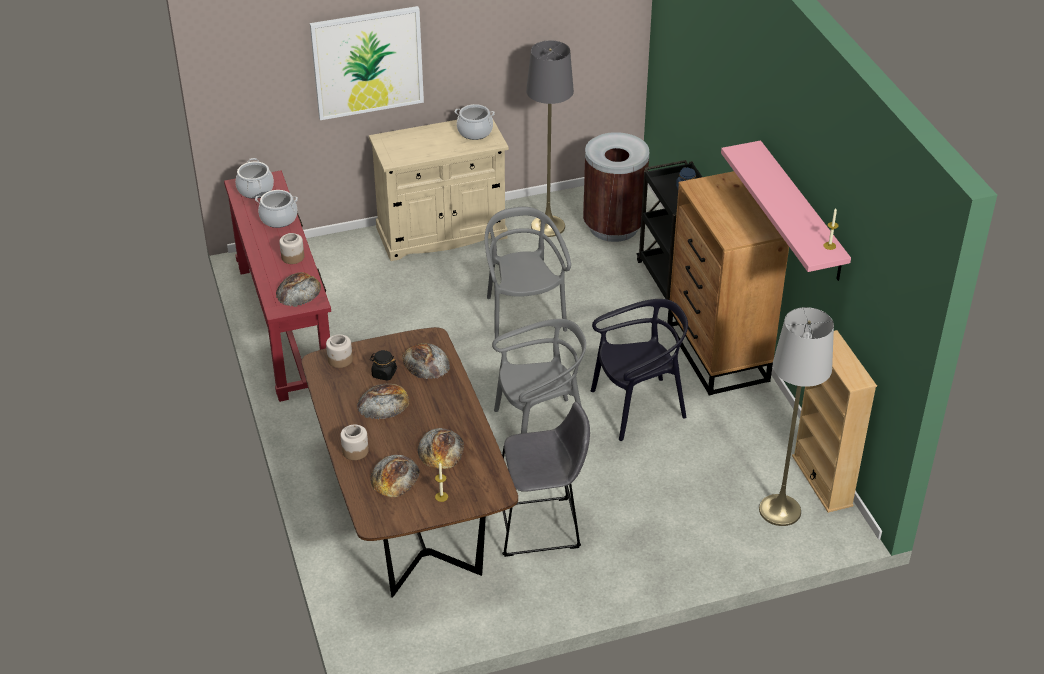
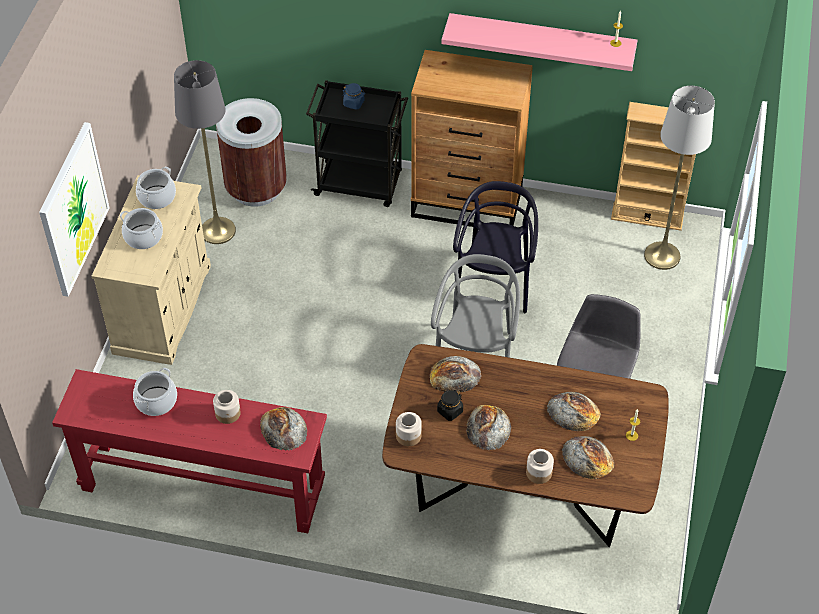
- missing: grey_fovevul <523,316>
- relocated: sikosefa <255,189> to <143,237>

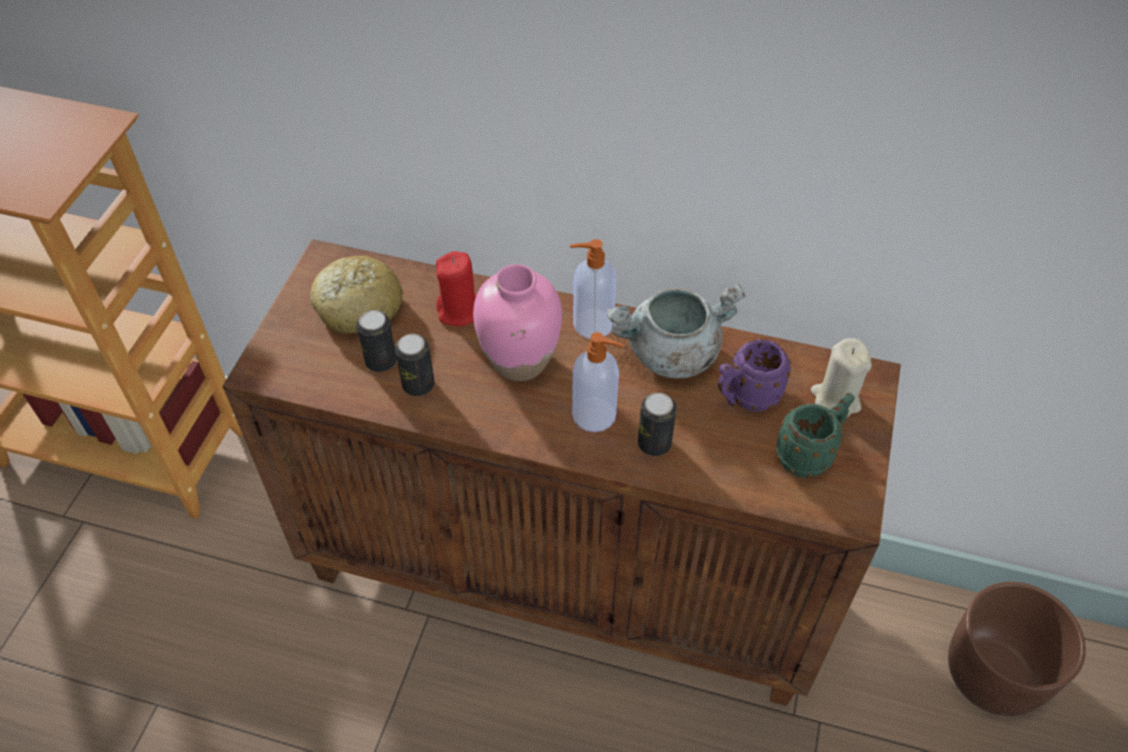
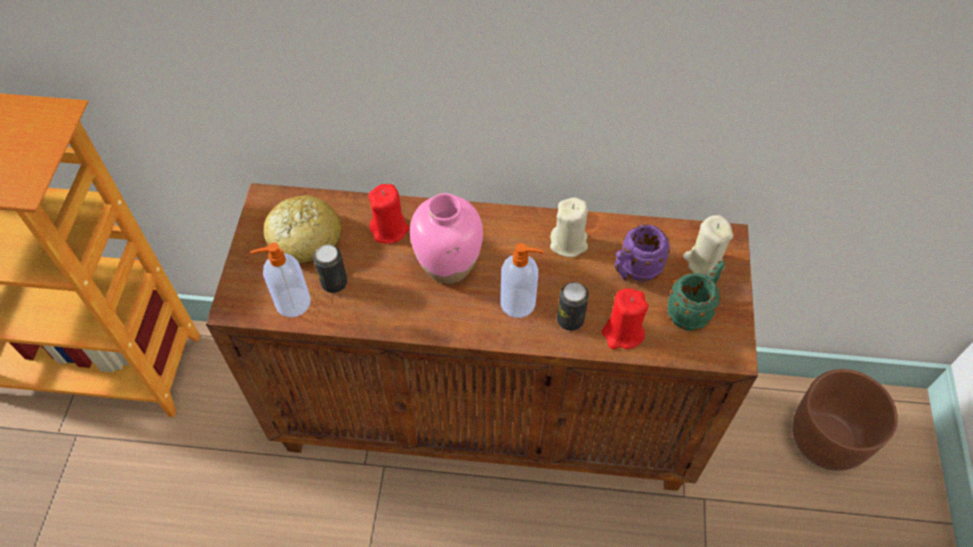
- missing: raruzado <418,385>
- appeared: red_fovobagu <622,333>
- relocated: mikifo <591,324> to <291,303>
- exchanged: grey_sikosefa <671,354> to beige_fovobagu <568,243>

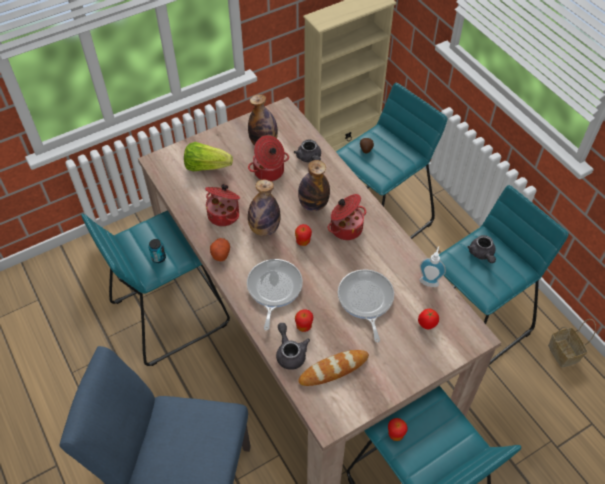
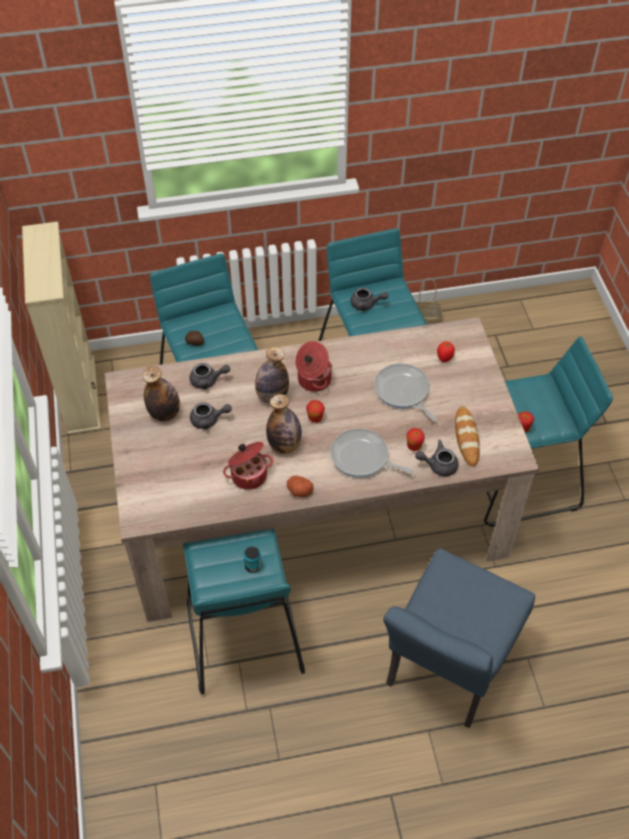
- missing: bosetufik <206,166>
- missing: mikifo <429,280>
- exchanged: sikosefa <269,172> to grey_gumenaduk <209,420>
- spun: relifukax <365,300> = <403,392> 45 degrees clockwise

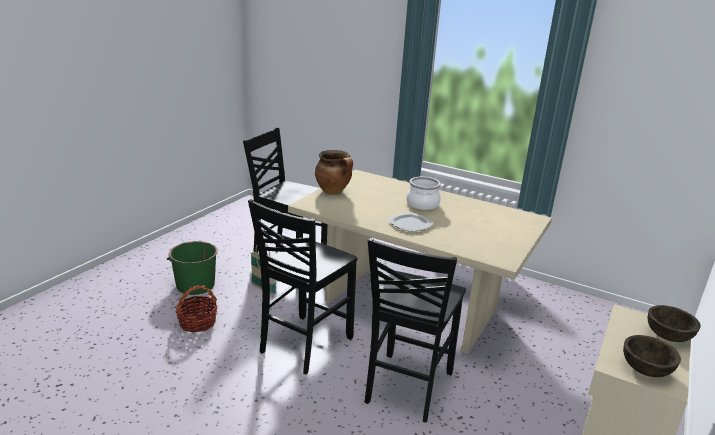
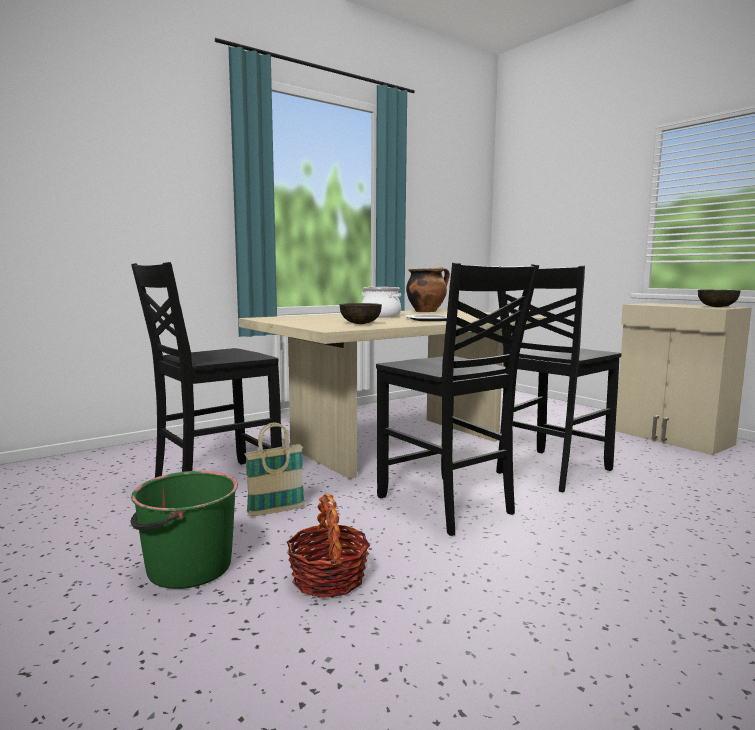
- relocated: sikosefa <333,191> to <426,311>
- relocated: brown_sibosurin <668,336> to <360,323>
- spun: black_fovevul <406,387> = <550,471> 90 degrees clockwise

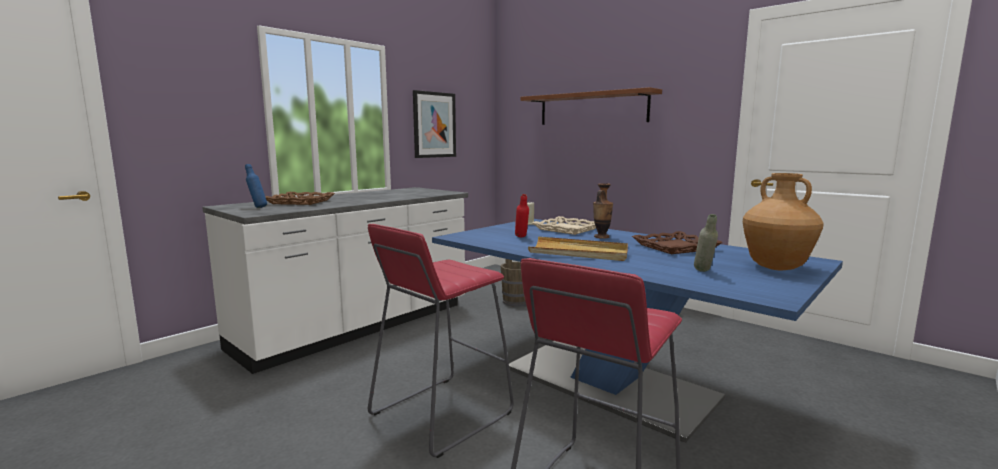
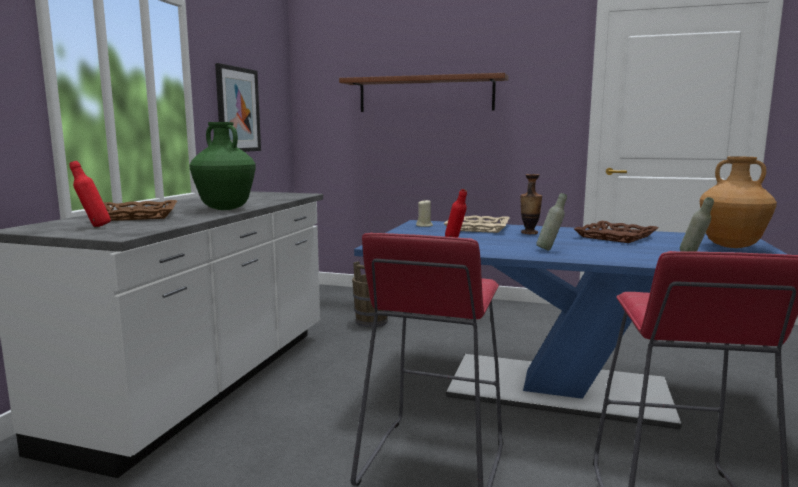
- appeared: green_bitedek <226,209>
- exchanged: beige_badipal <579,253> to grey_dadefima <550,250>
- colour: blue_dadefima <257,207> to red_dadefima <93,227>

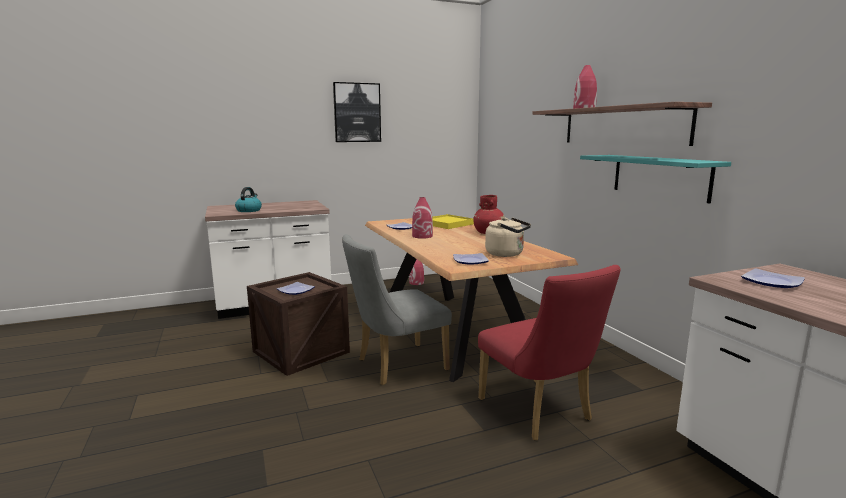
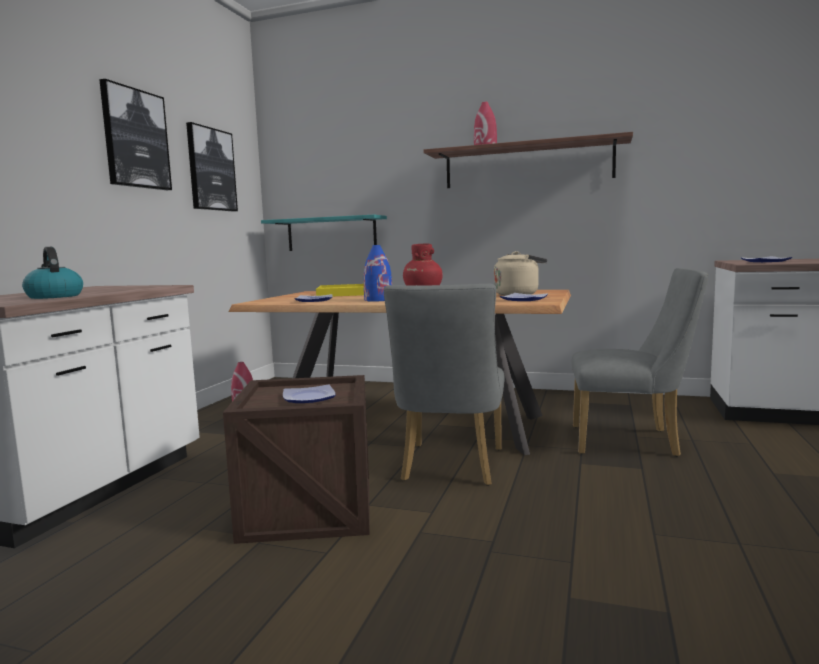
- appeared: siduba <211,169>
- relocated: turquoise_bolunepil <659,177> to <331,234>
- colour: red_bitedek <422,236> to blue_bitedek <378,300>
- colour: red_fovevul <540,413> to grey_fovevul <632,442>

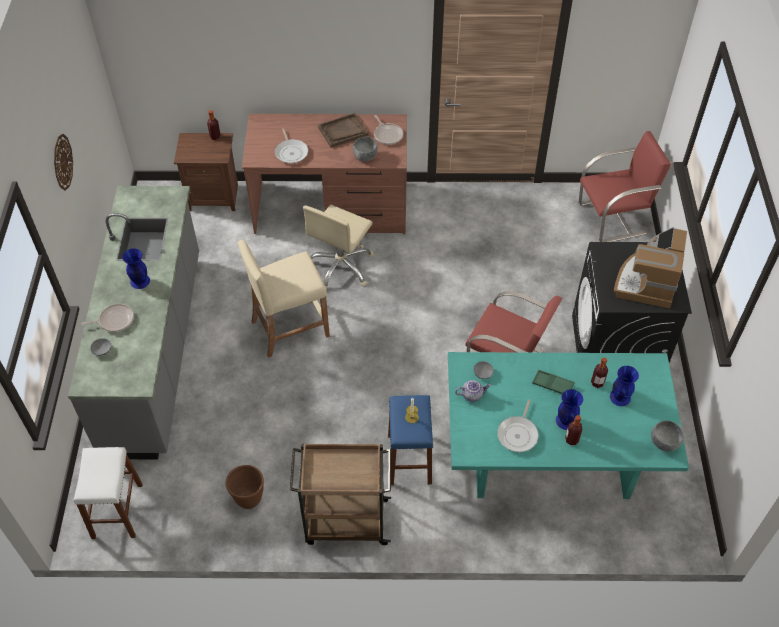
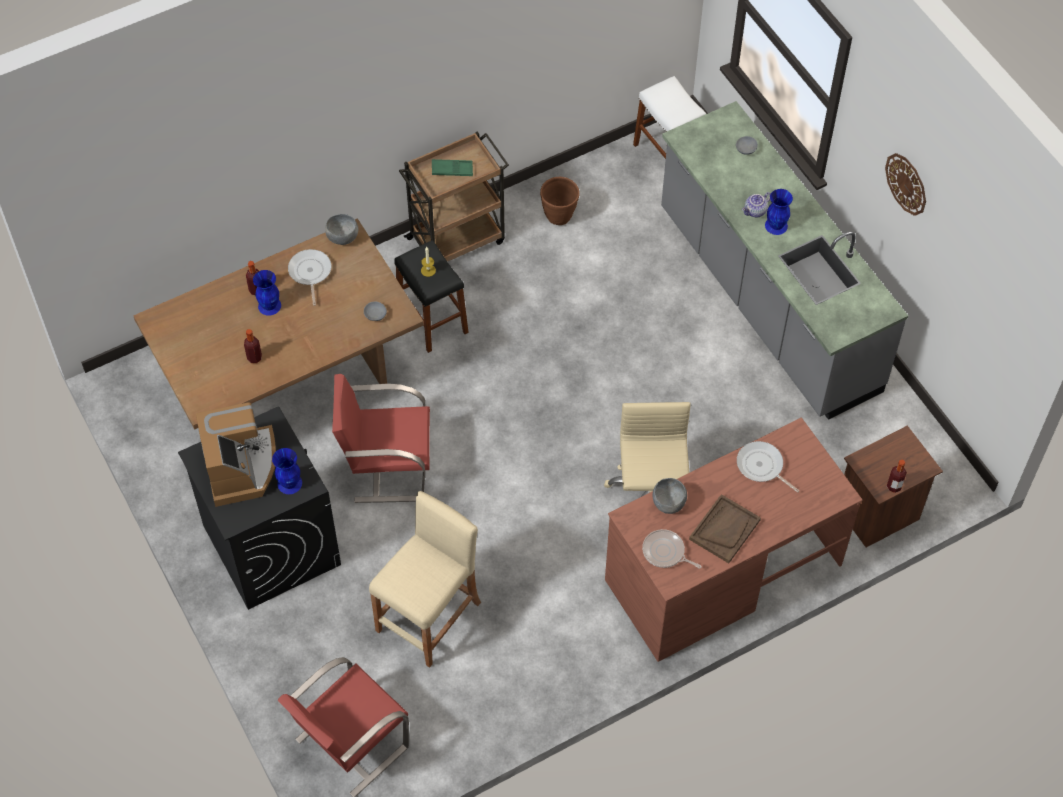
- missing: relifukax <114,320>
- relocated: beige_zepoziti <290,328> to <429,617>
- relocated: gumenaduk <472,394> to <755,211>
- relocated: green_badipal <552,384> to <452,170>
- relocated: blue_bitedek <620,397> to <290,483>
- relocated: grey_sibosurin <664,443> to <343,238>
- colour: blue_zepoziti <409,459> to black_zepoziti <432,320>
- colour: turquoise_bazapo <550,460> to brown_bazapo <290,384>

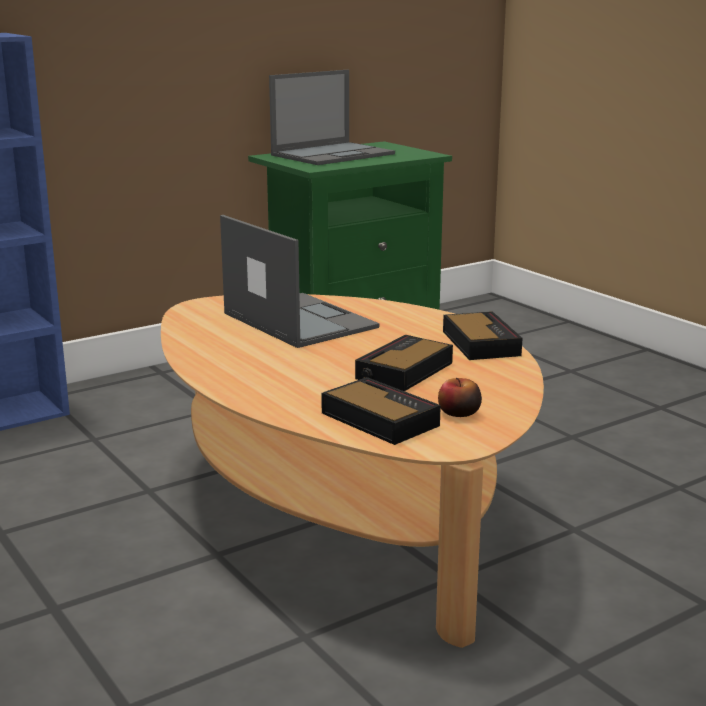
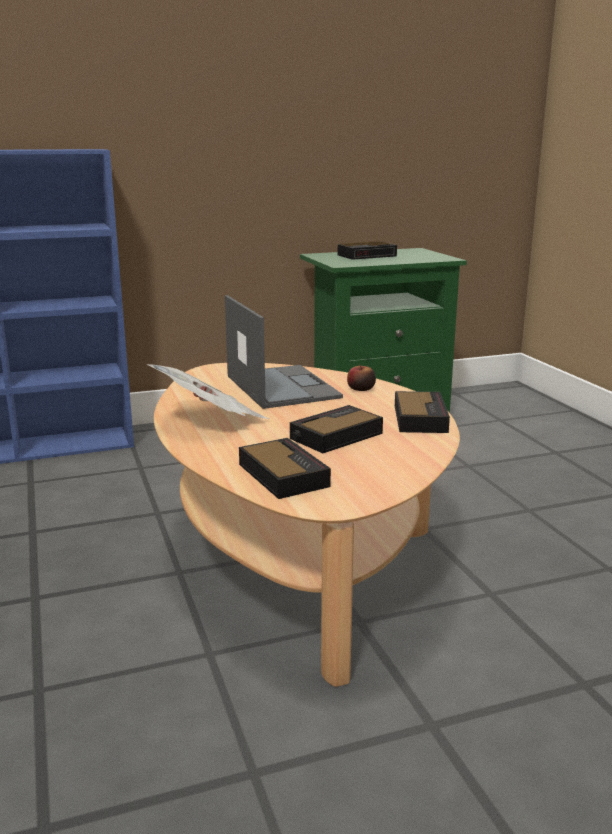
- appeared: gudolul <211,421>
- relocated: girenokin <459,413> to <361,389>
- exchanged: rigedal <333,154> to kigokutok <368,255>

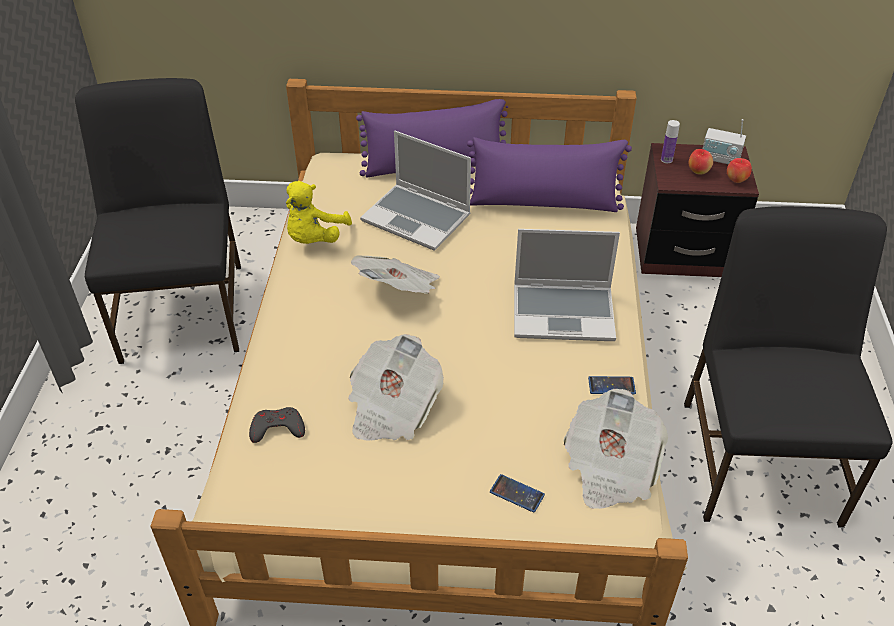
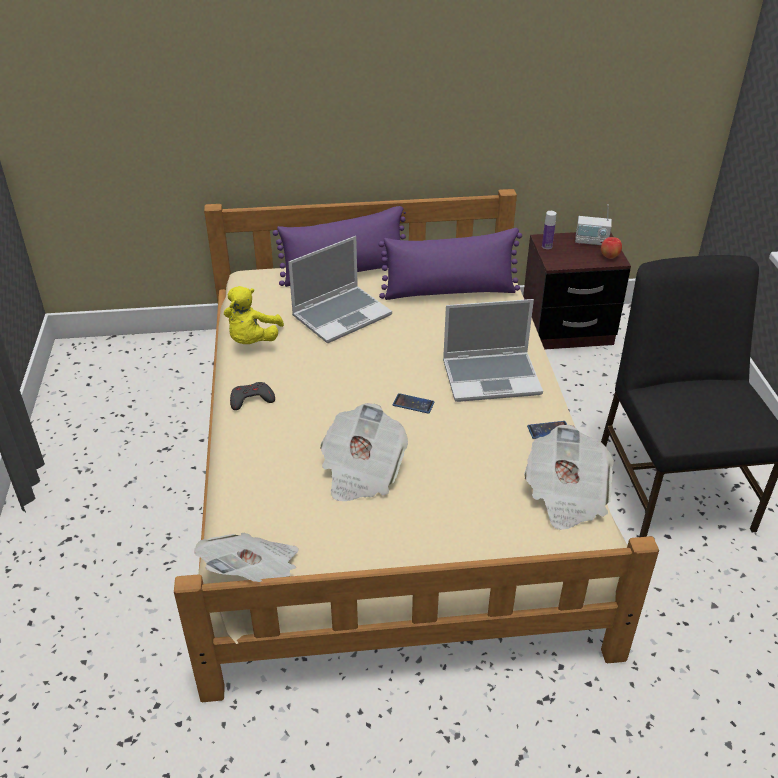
- missing: black_fovevul <184,310>
- missing: girenokin <698,172>
- relocated: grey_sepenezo <277,428> to <251,399>
- relocated: gudolul <399,290> to <254,573>
- relocated: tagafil <517,494> to <413,404>
- spun: rigedal <418,218> = <342,315> 60 degrees counterclockwise

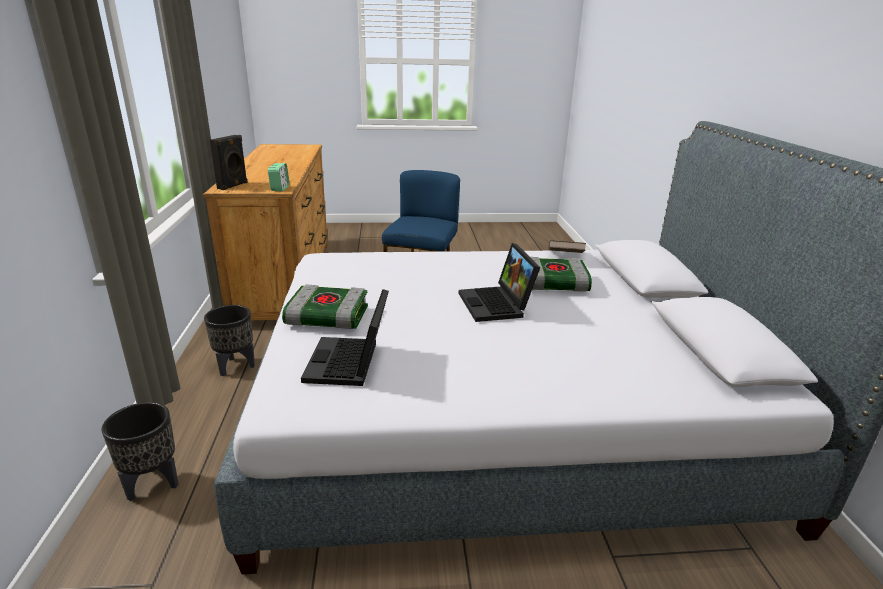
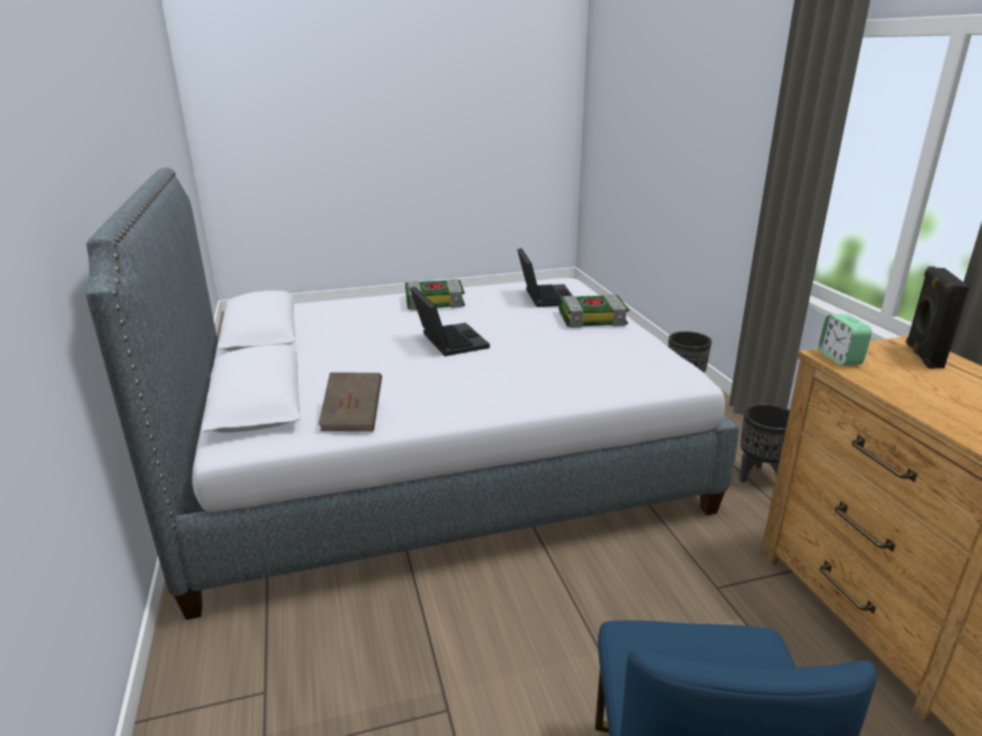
- relocated: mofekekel <553,284> to <435,301>

